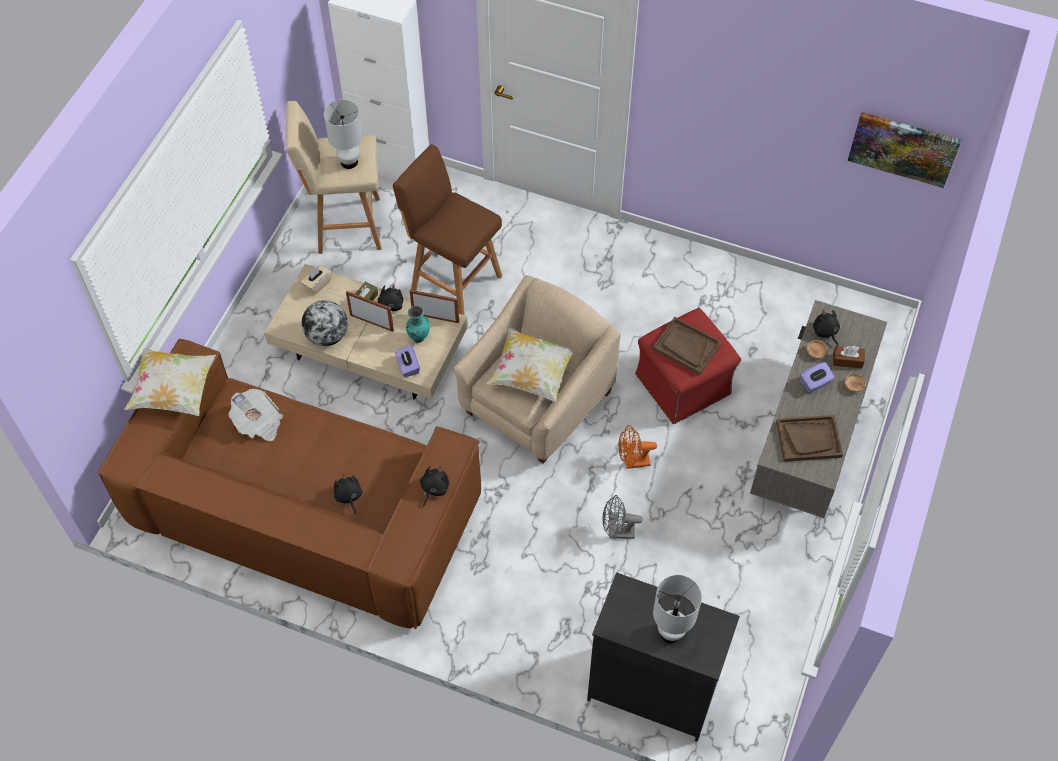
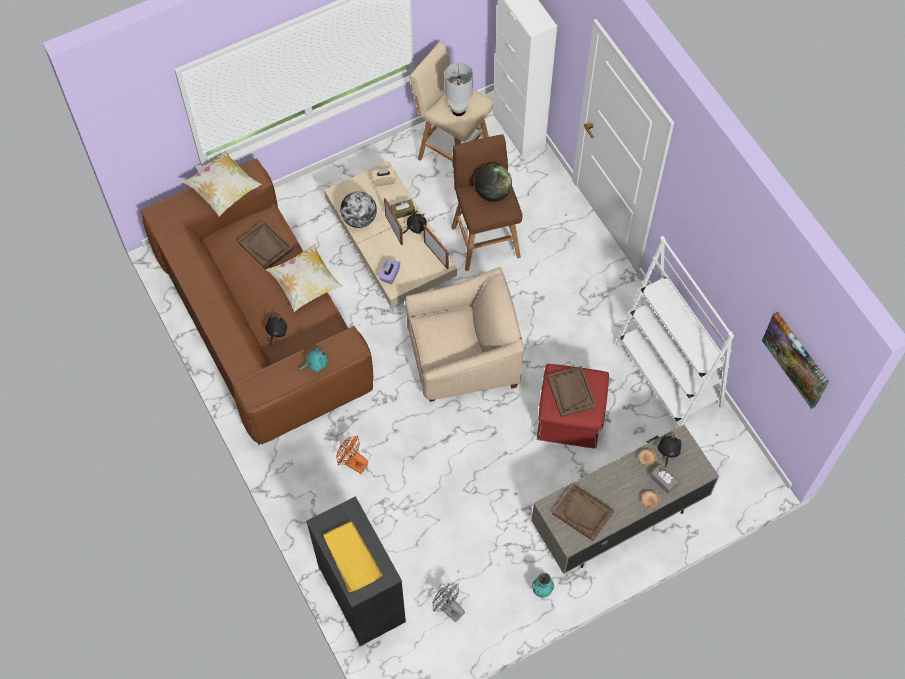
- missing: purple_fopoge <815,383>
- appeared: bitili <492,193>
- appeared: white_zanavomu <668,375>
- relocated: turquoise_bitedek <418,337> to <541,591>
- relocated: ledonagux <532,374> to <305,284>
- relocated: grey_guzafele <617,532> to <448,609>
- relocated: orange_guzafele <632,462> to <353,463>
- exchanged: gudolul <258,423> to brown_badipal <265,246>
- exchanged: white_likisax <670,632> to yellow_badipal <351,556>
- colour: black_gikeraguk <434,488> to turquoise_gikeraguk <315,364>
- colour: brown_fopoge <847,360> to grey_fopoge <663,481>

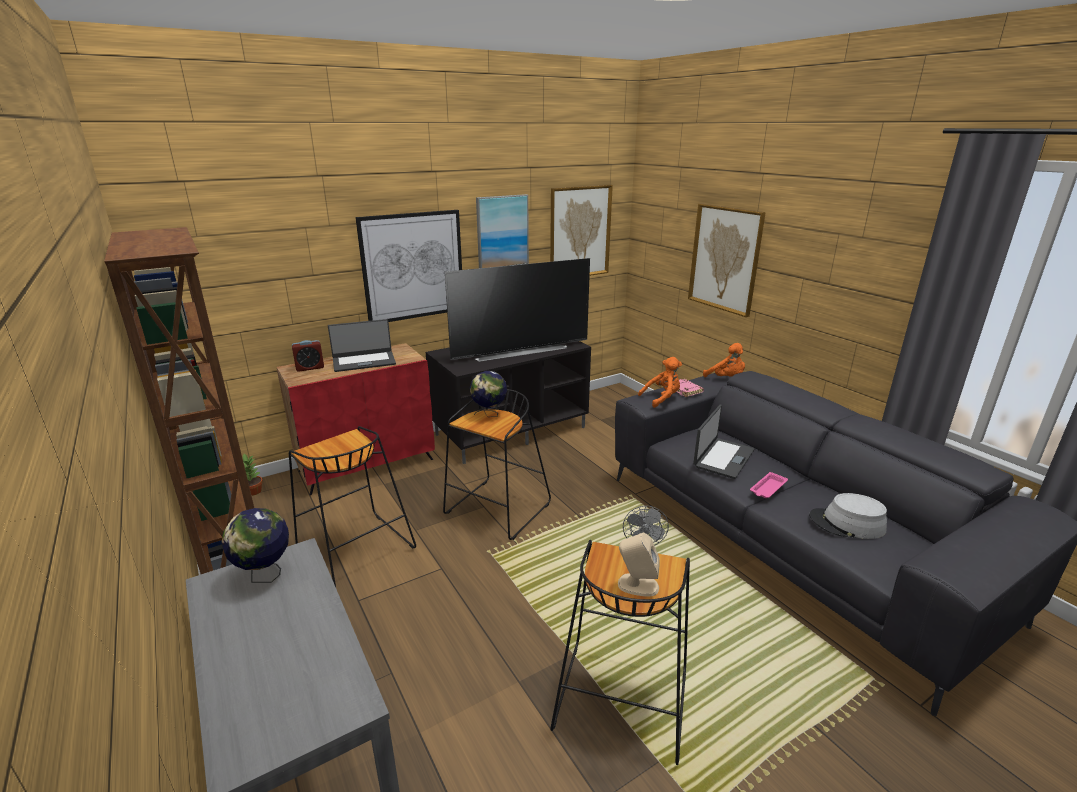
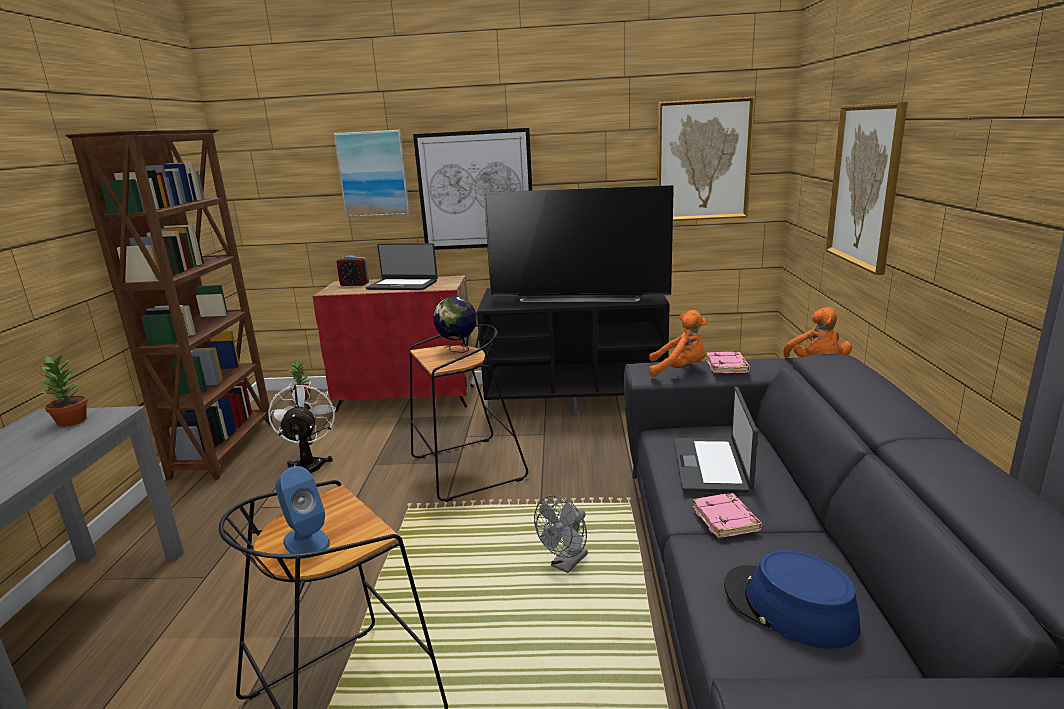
- relocated: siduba <502,232> to <373,174>
- exchanged: bitili <265,575> to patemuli <72,421>
- exchanged: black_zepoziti <354,549> to white_guzafele <309,465>
- exchanged: pink_badipal <768,488> to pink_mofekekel <726,520>
- colour: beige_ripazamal <637,585> to blue_ripazamal <306,541>
- colour: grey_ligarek <847,524> to blue_ligarek <788,607>
- spun: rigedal <723,458> = <712,465> 120 degrees clockwise

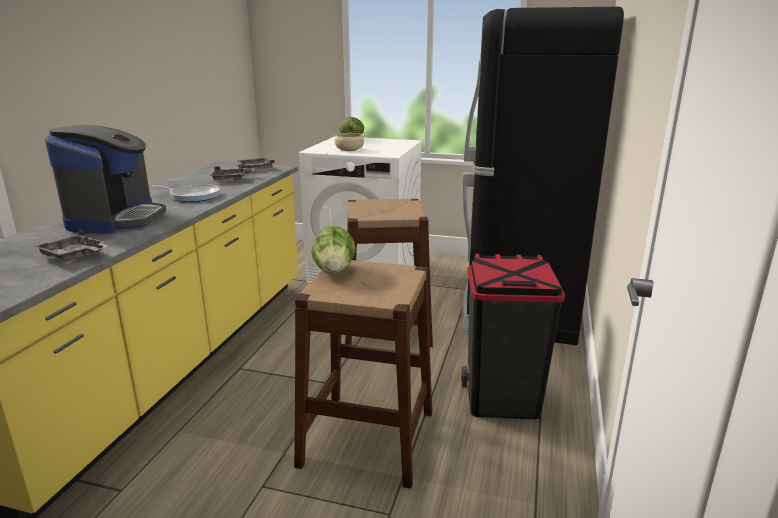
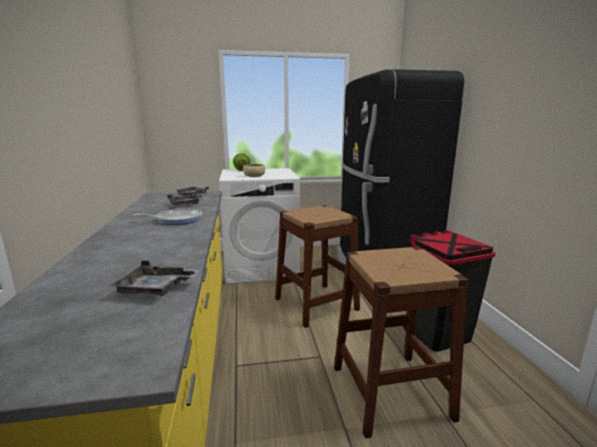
- missing: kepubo <116,219>
- missing: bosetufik <334,271>

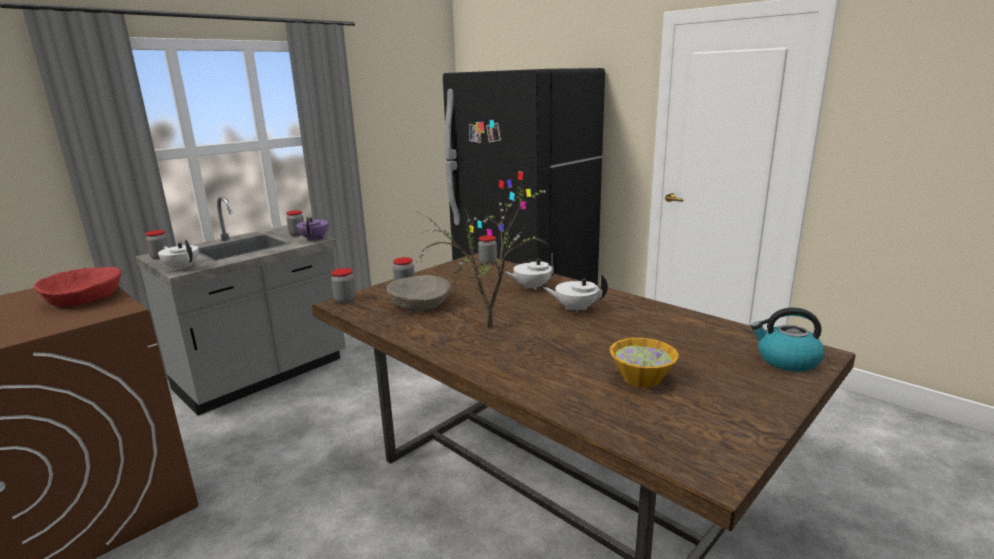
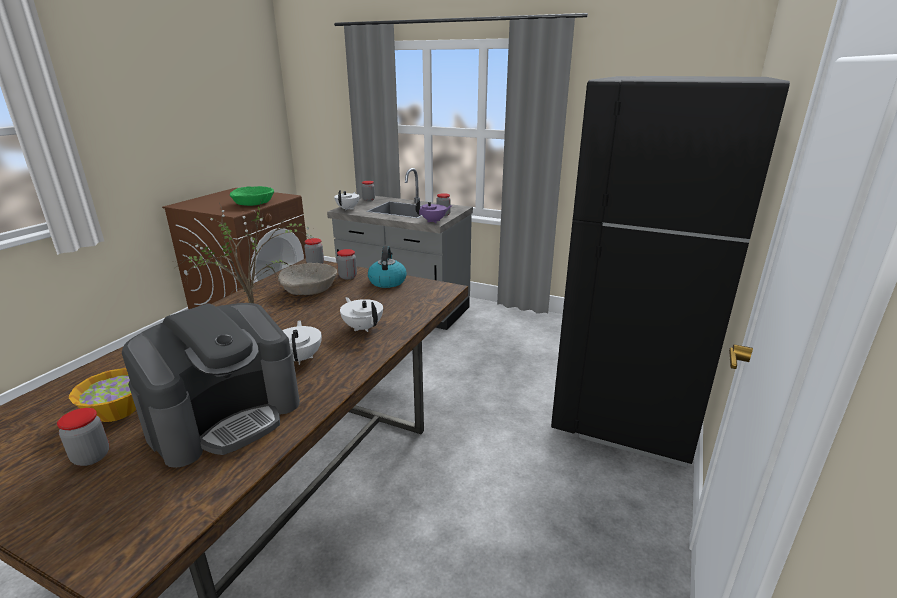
- appeared: kepubo <226,416>
- relocated: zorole <488,263> to <91,457>
- relocated: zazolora <786,360> to <387,281>
- colour: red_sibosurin <85,298> to green_sibosurin <254,203>

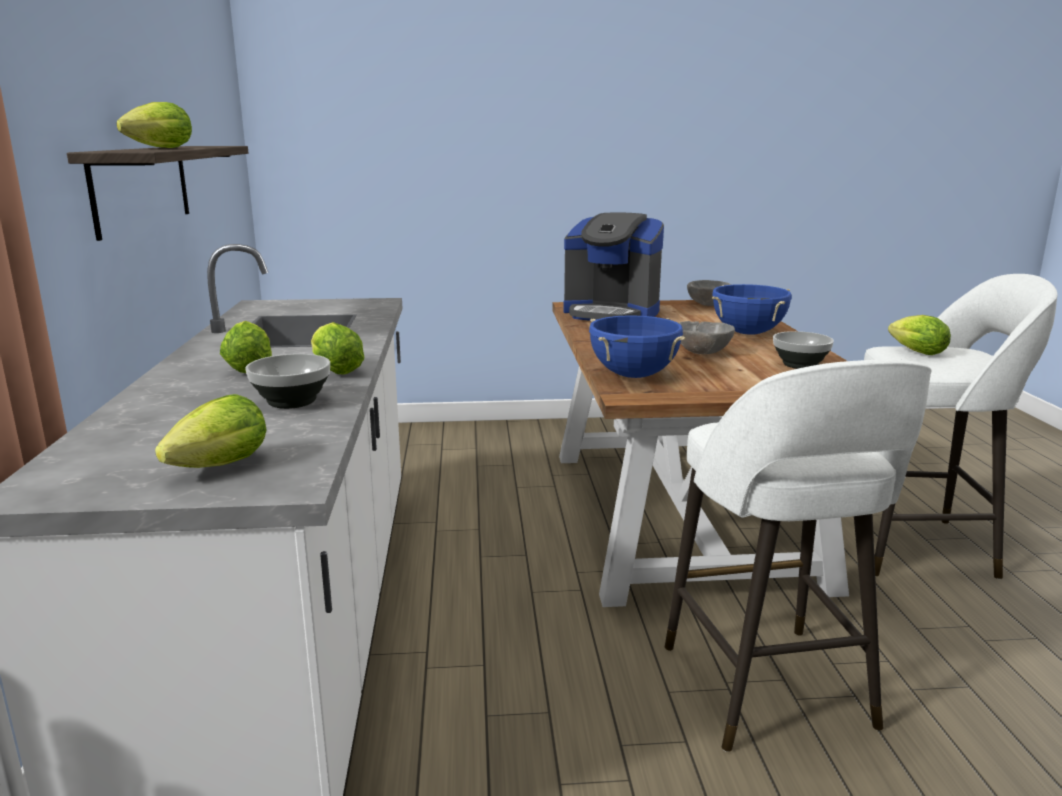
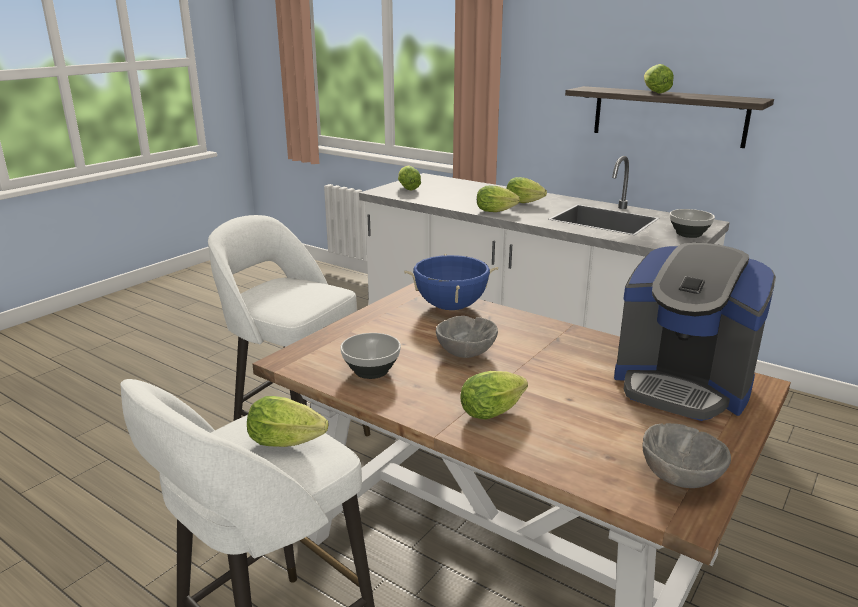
- relocated: sibosurin <291,402> to <688,234>
- exchanged: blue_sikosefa <748,333> to bosetufik <495,411>
- spun: kepubo <611,313> = <682,385> 120 degrees counterclockwise

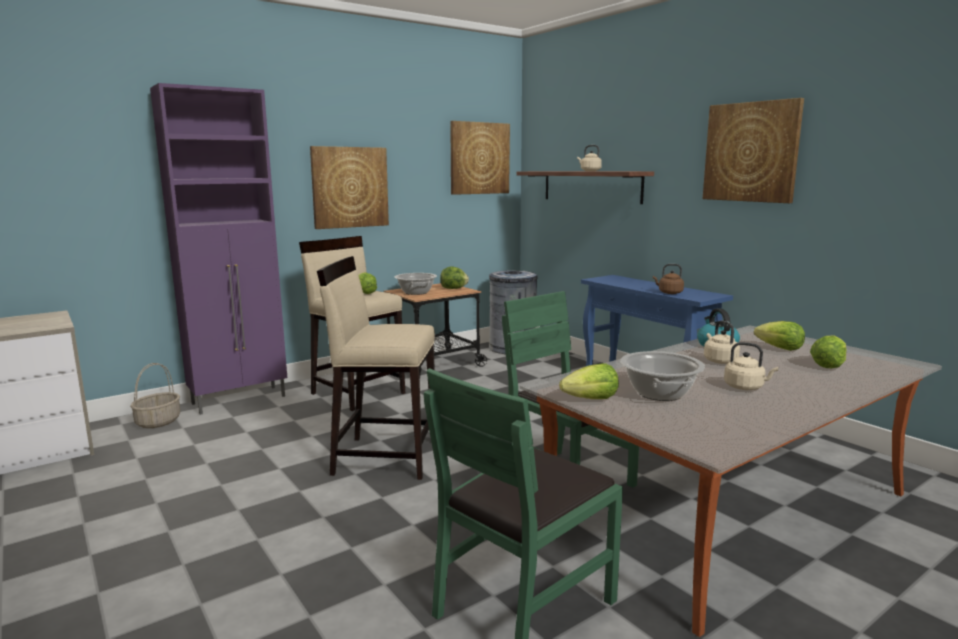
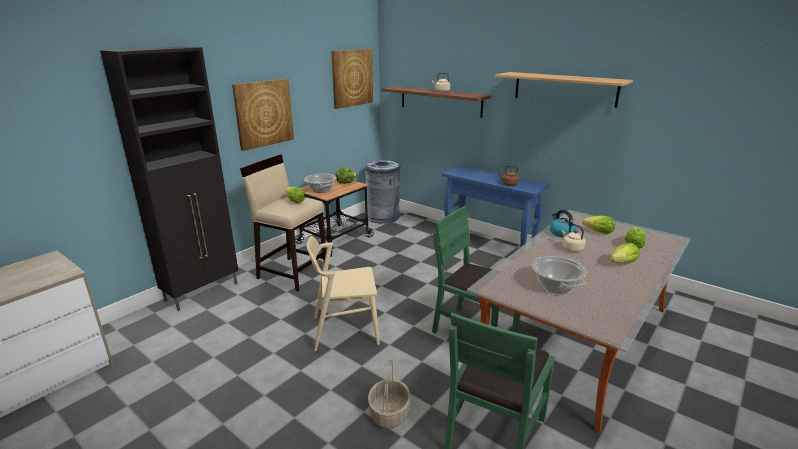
- missing: beige_zazolora <746,387>
- relocated: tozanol <158,421> to <389,414>
- relocated: bosetufik <591,399> to <623,263>
- exchanged: beige_zepoziti <385,457> to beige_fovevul <345,330>
- exchanged: siduba <751,152> to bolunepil <564,89>
- colour: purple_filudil <240,400> to black_filudil <203,292>

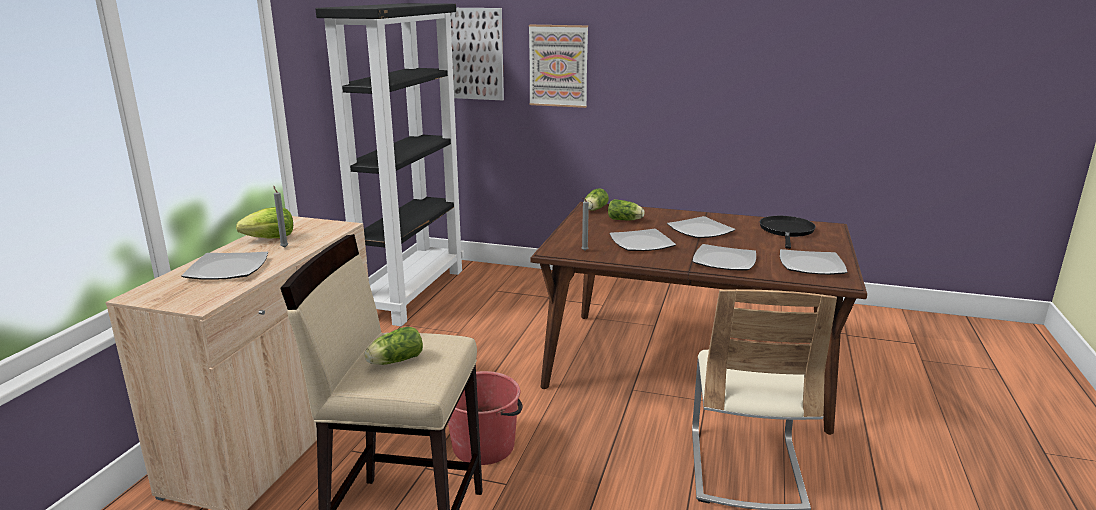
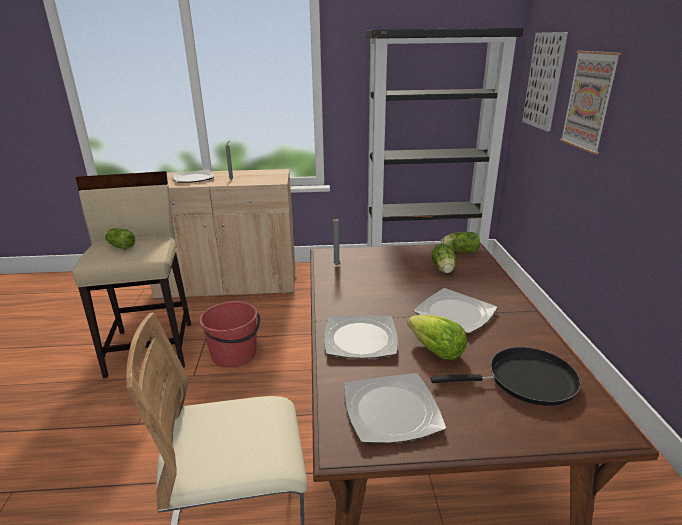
- missing: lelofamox <642,243>
- relocated: bosetufik <271,239> to <436,351>

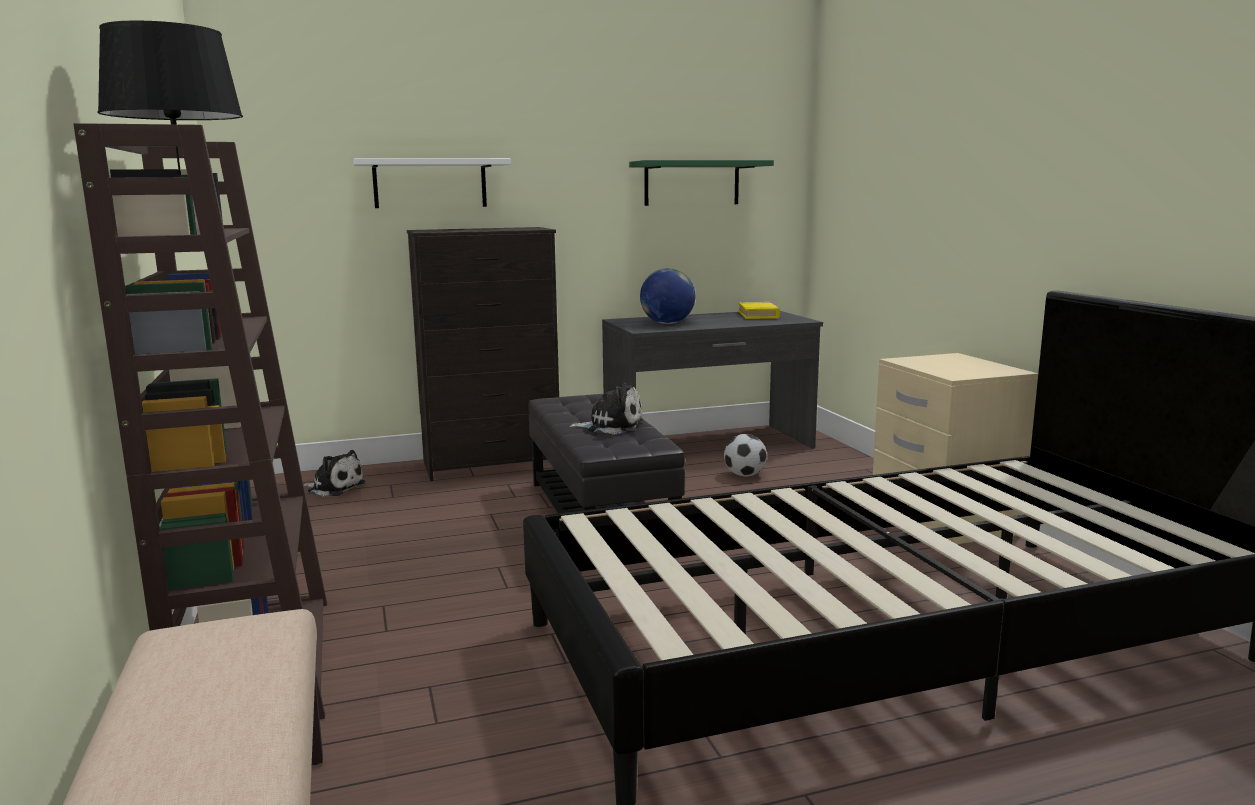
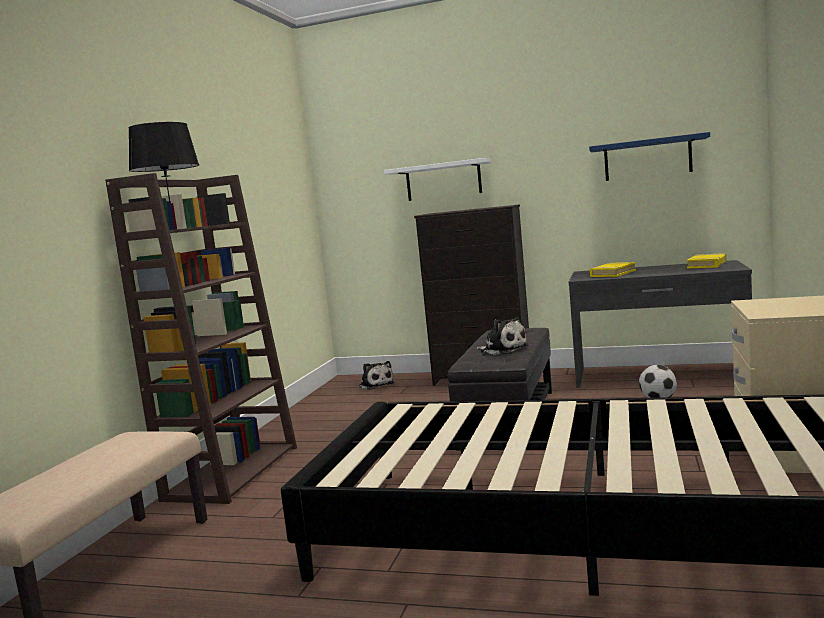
- exchanged: bitili <667,323> to yellow_mofekekel <612,273>
- colour: green_bolunepil <692,183> to blue_bolunepil <647,159>

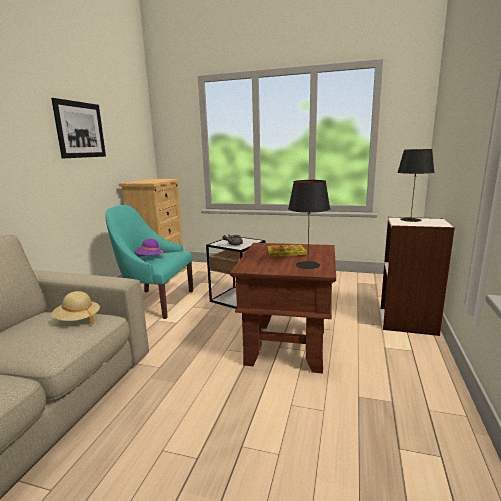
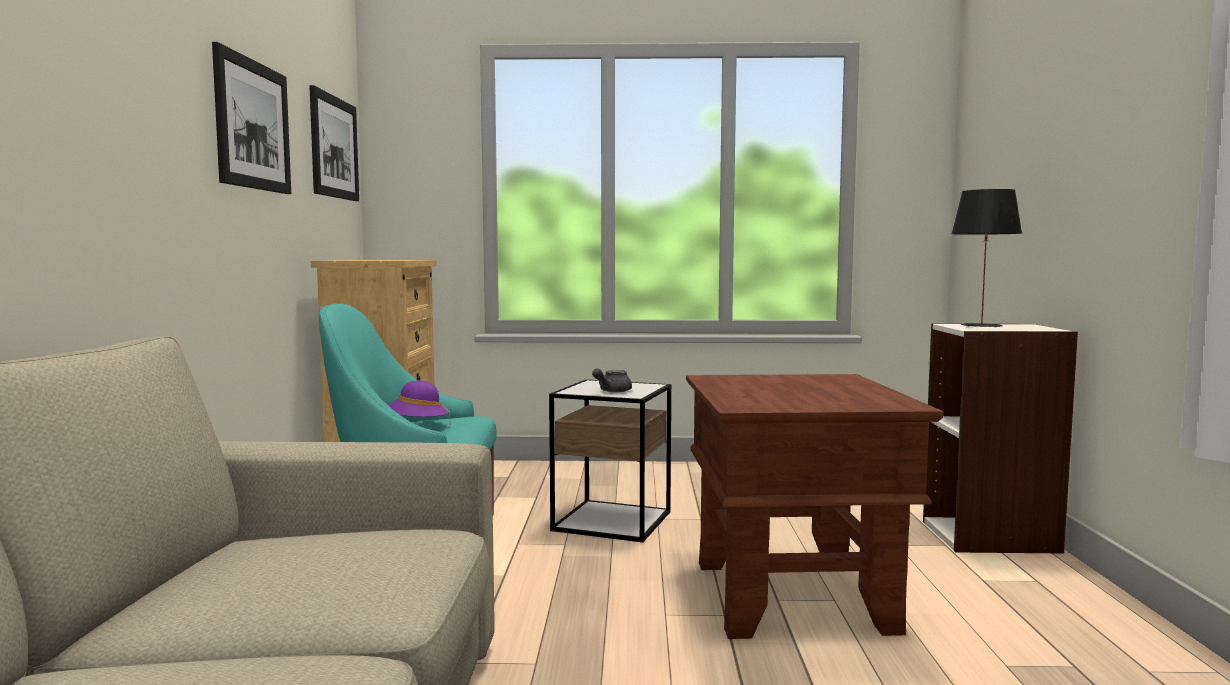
- missing: beige_ligarek <78,320>
- missing: mofekekel <285,253>
- missing: black_likisax <307,265>
- appeared: siduba <334,147>

